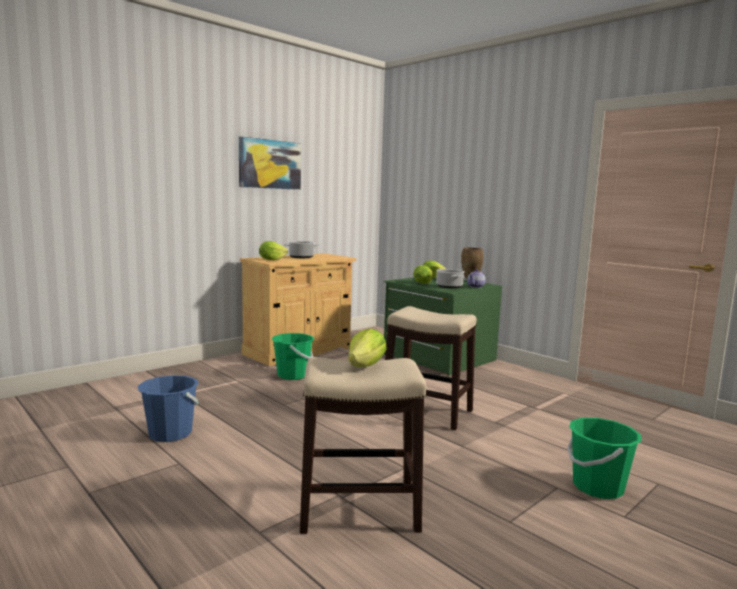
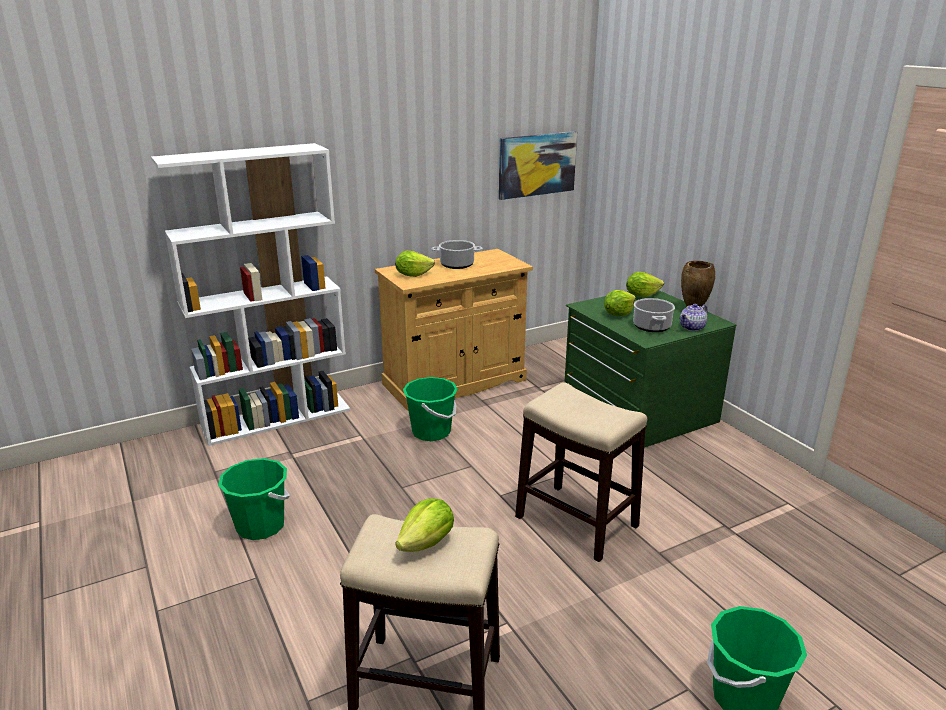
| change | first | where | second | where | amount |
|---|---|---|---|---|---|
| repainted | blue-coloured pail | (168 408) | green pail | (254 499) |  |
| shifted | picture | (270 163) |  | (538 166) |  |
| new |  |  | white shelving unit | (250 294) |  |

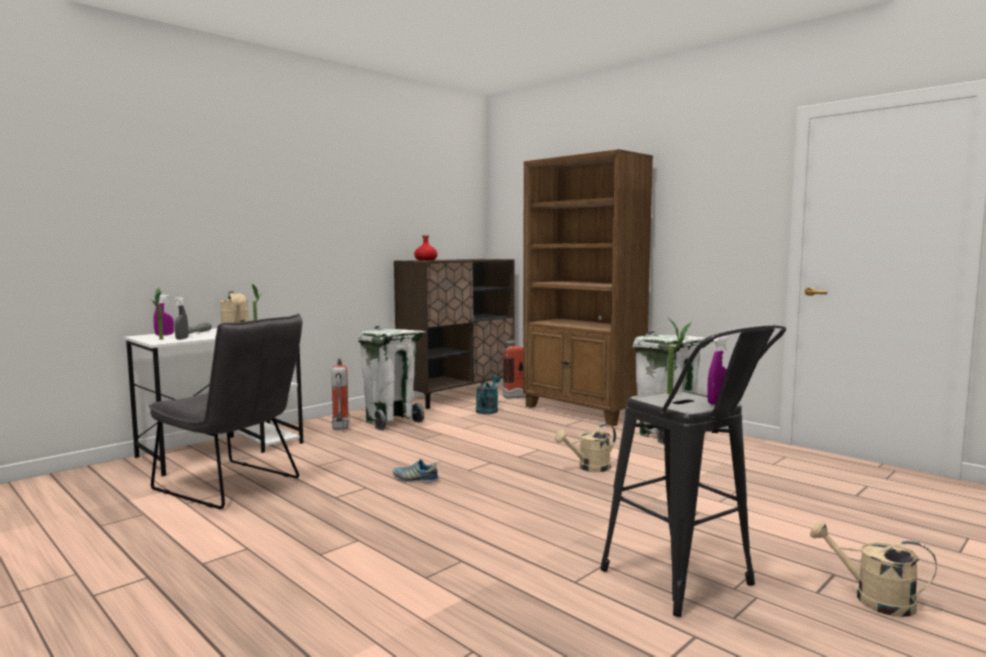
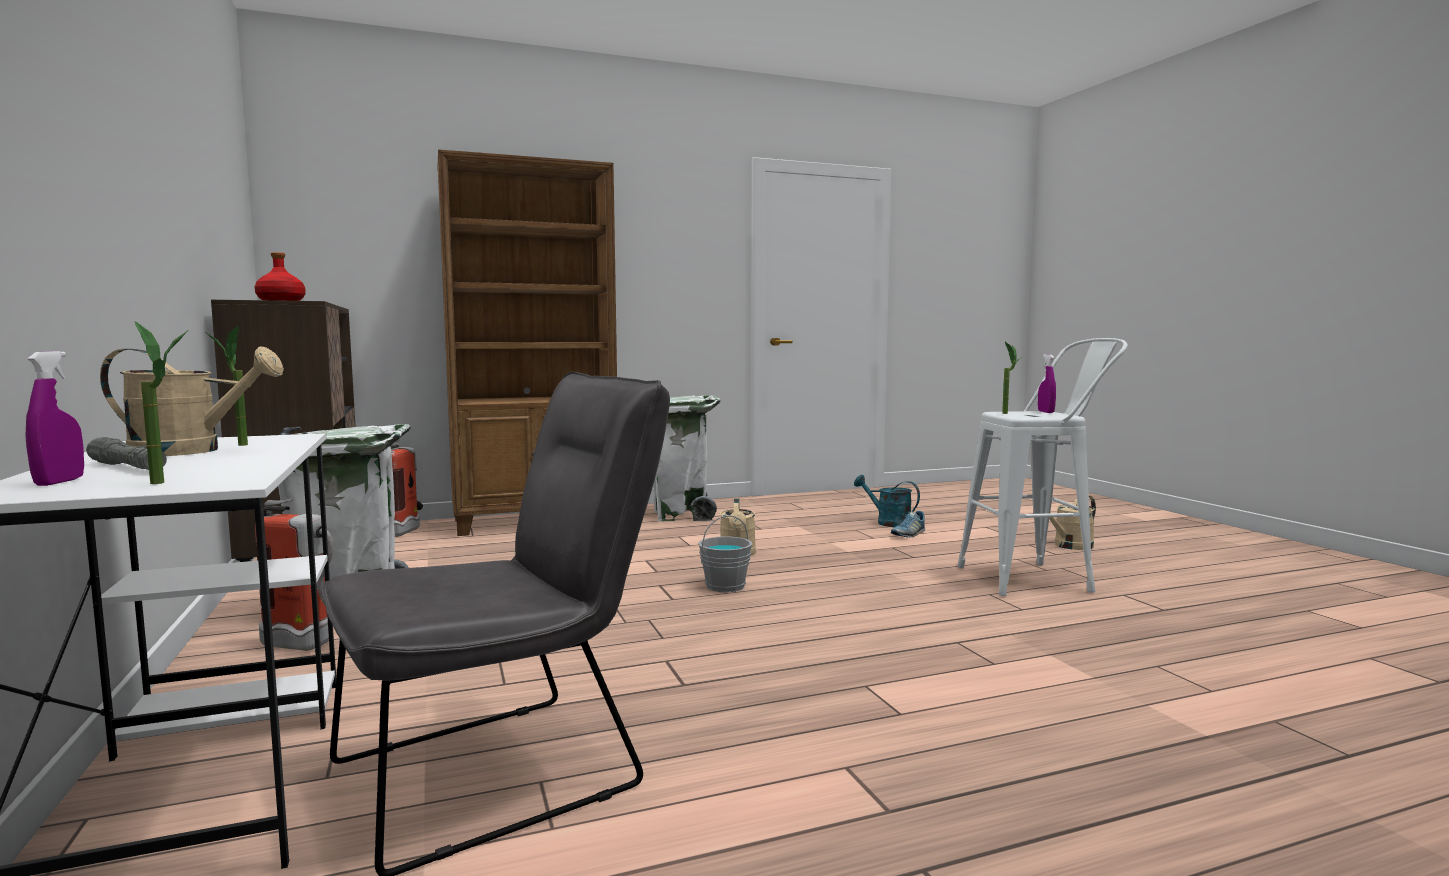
| change | first | where | second | where | amount |
|---|---|---|---|---|---|
| gone | greyish sprayer | (181 318) |  |  |  |
| shifted | item of footwear | (416 471) |  | (908 524) |  |
| shifted | turquoise watering can | (488 394) |  | (887 501) |  |
| repainted | blackish stool seat | (693 470) | white stool seat | (1042 467) |  |
| new |  |  | greyish pail | (725 553) |  |

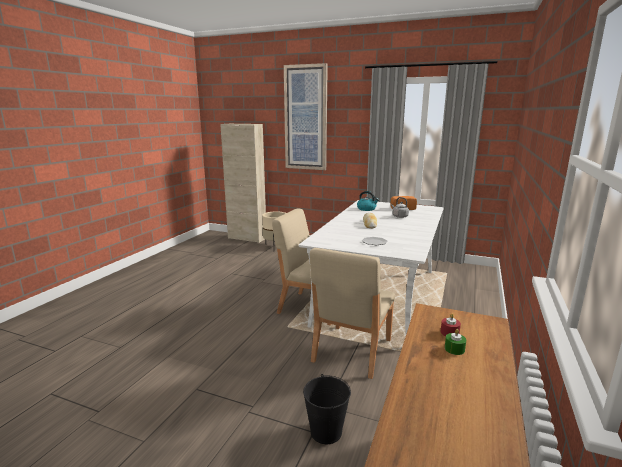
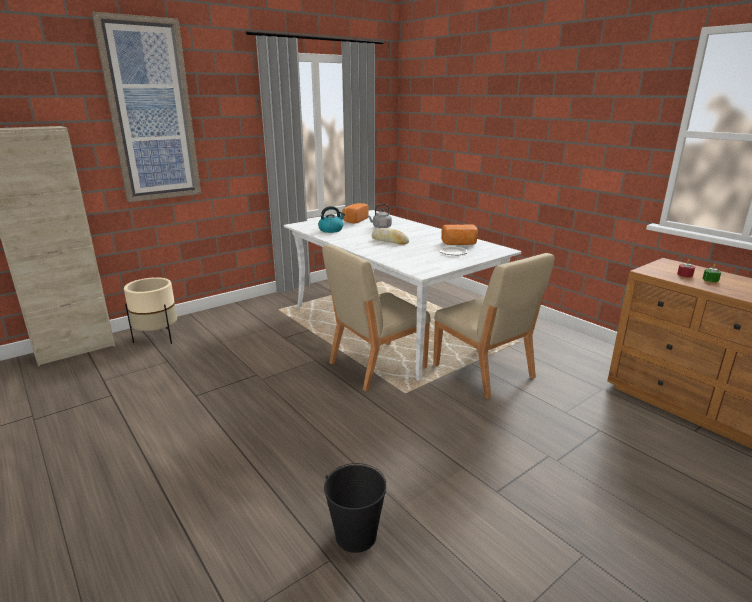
| change | first | where | second | where | amount |
|---|---|---|---|---|---|
| shifted | blackish pail | (327 409) |  | (355 508) |  |
| new |  |  | bread | (459 235) |  |

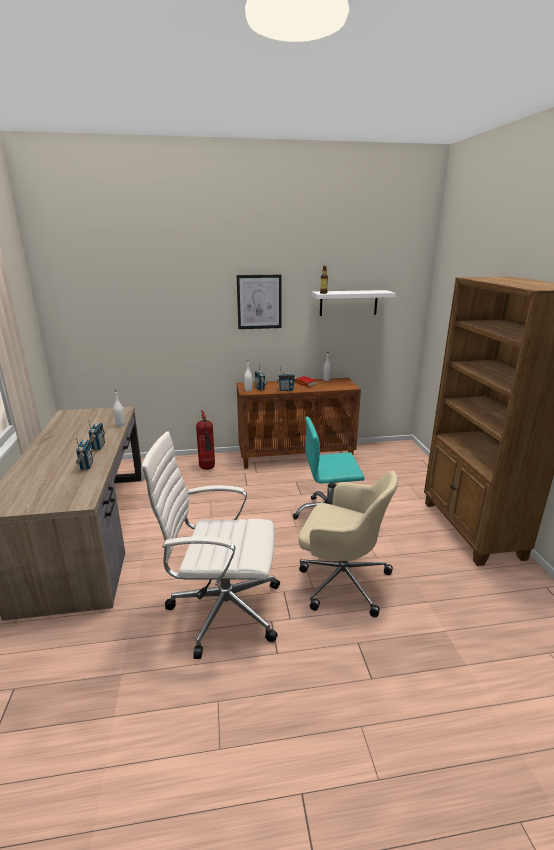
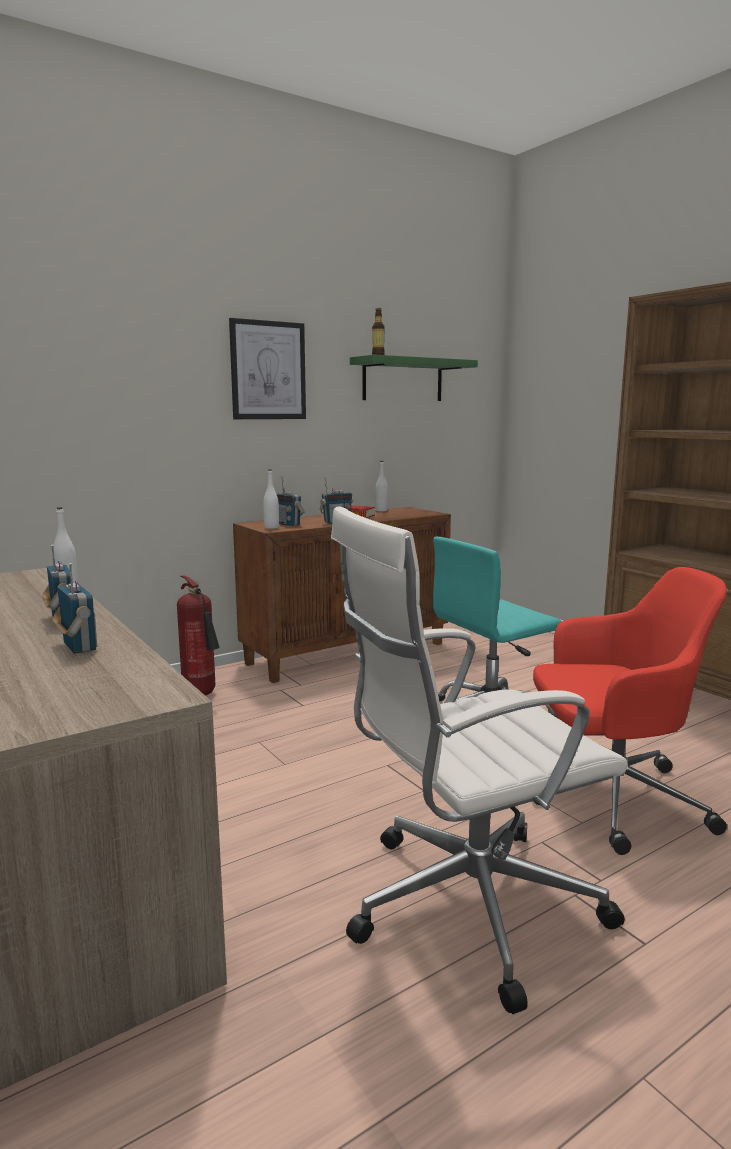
| change | first | where | second | where | amount |
|---|---|---|---|---|---|
| repainted | sand-coloured computer chair | (348 544) | reddish computer chair | (630 711) |  |
| repainted | white bracket shelf | (354 303) | green bracket shelf | (414 377) |  |

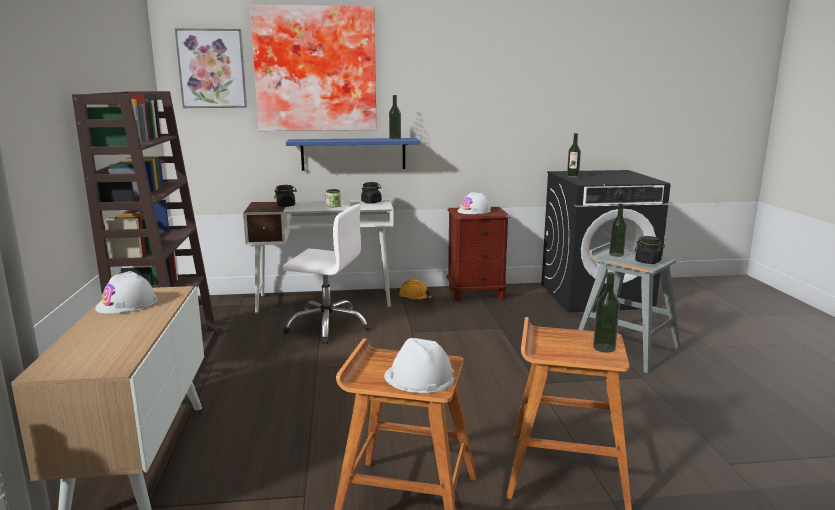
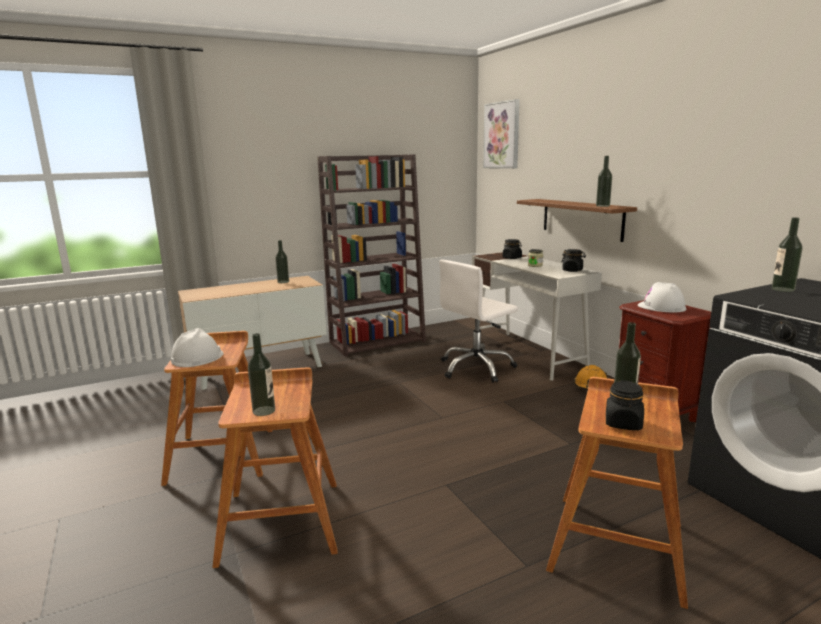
| change | first | where | second | where | amount |
|---|---|---|---|---|---|
| swapped | white work helmet | (126 292) | bottle | (282 261) |  |
| gone | picture | (313 68) |  |  |  |
| rotated | white computer chair | (326 274) |  | (478 321) | 60 degrees clockwise |
| repainted | blue-coloured bracket shelf | (353 154) | brownish bracket shelf | (577 220) |  |
| repainted | greyish stool seat | (629 307) | brownish stool seat | (617 493) |  |

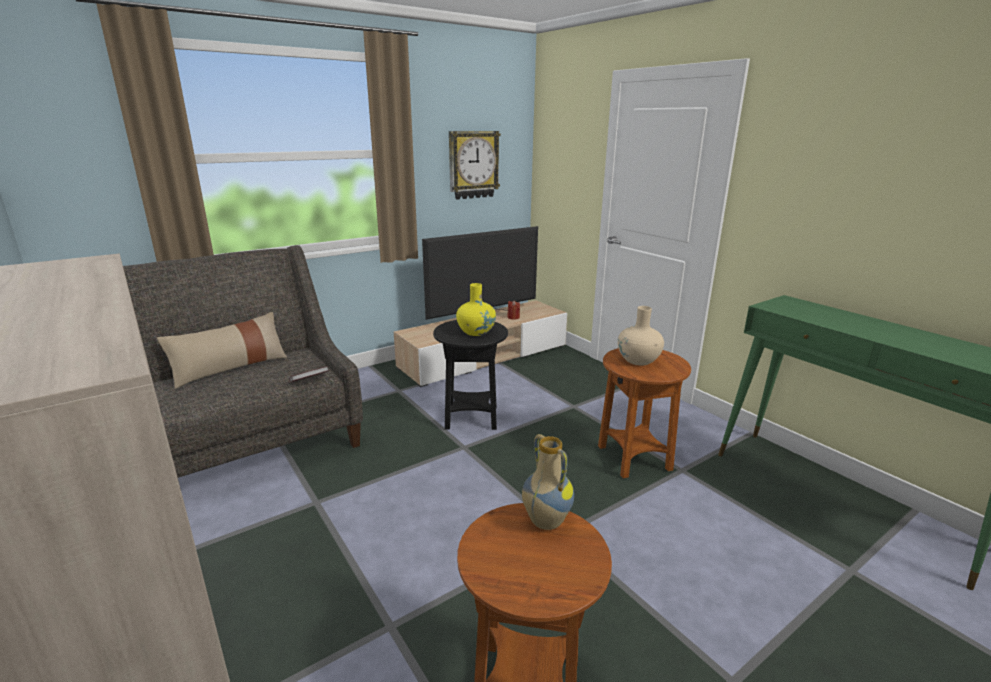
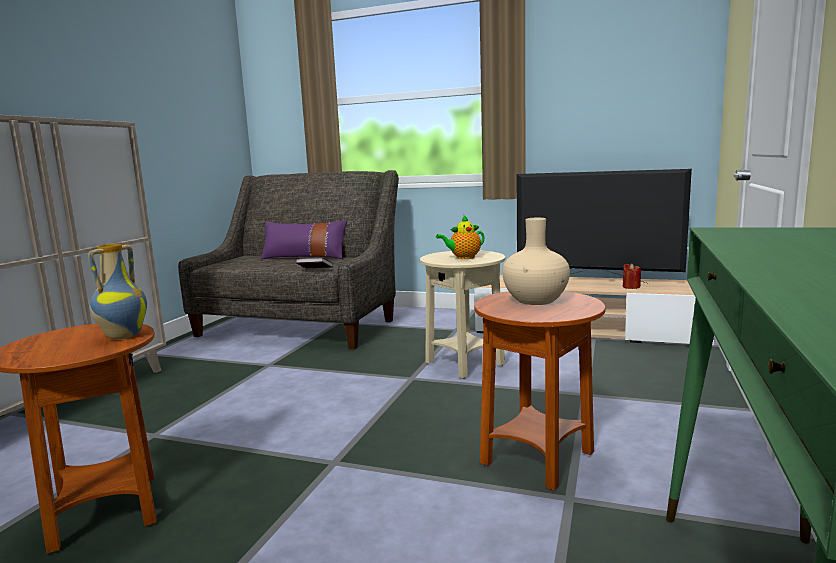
| change | first | where | second | where | amount |
|---|---|---|---|---|---|
| repainted | sand-coloured throw pillow | (222 350) | purplish throw pillow | (304 240) |  |
| repainted | blackish end table | (470 375) | sand-coloured end table | (462 315) |  |
| gone | clock on the wall | (475 165) |  |  |  |
| swapped | yellowish flower vase | (476 309) | pot for tea | (460 237) |  |

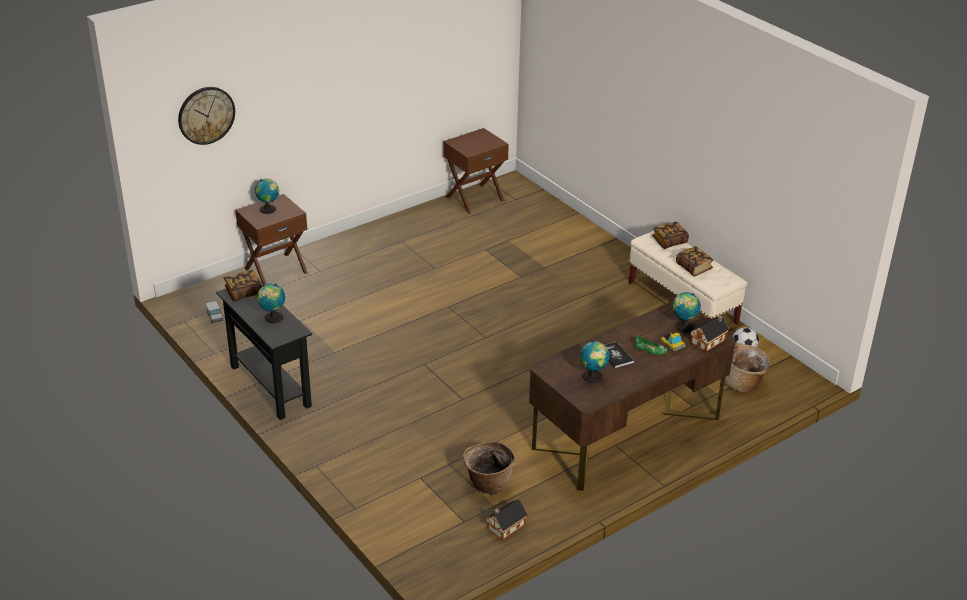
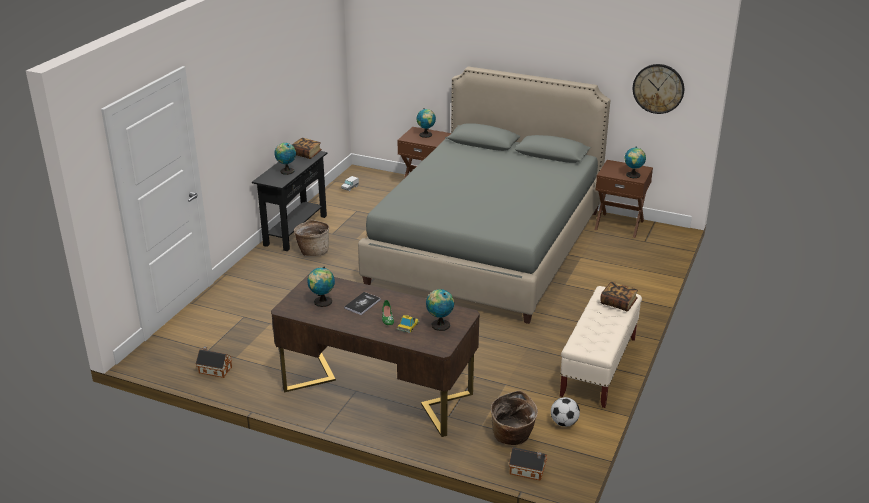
| change | first | where | second | where | amount |
|---|---|---|---|---|---|
| shifted | clock on the wall | (206 116) |  | (658 89) |  |
| shifted | storage basket | (489 468) |  | (311 237) |  |
| gone | volume | (694 261) |  |  |  |
| shifted | miniature house | (709 333) |  | (528 464) |  |
| new |  |  | greyish sleeping bed | (484 195) |  |
| new |  |  | world globe | (635 162) |  |

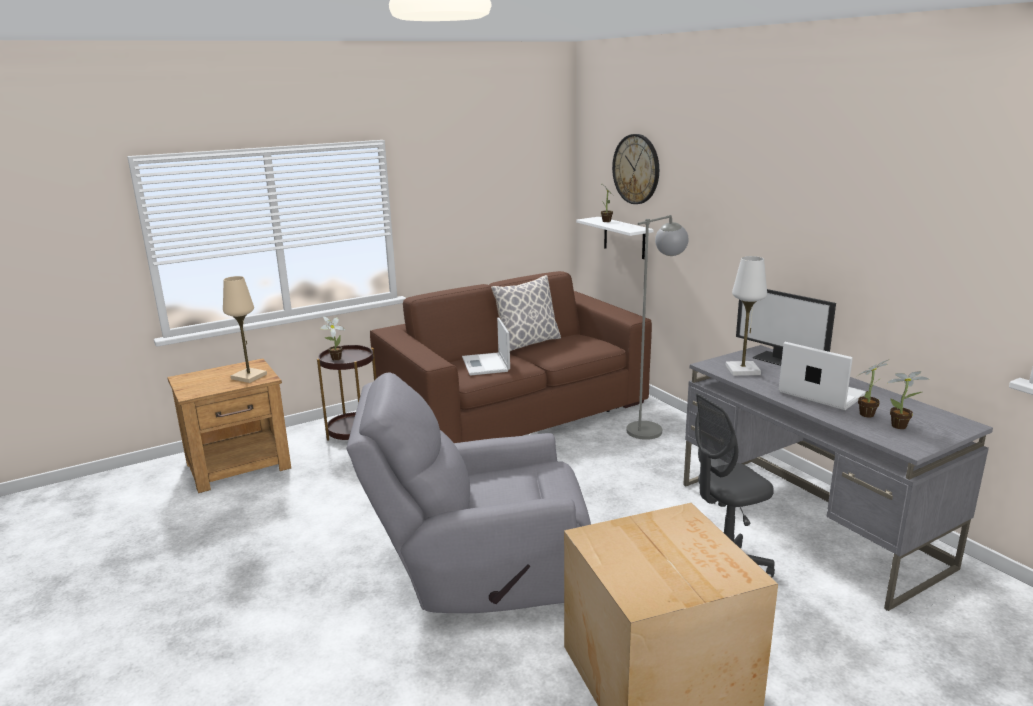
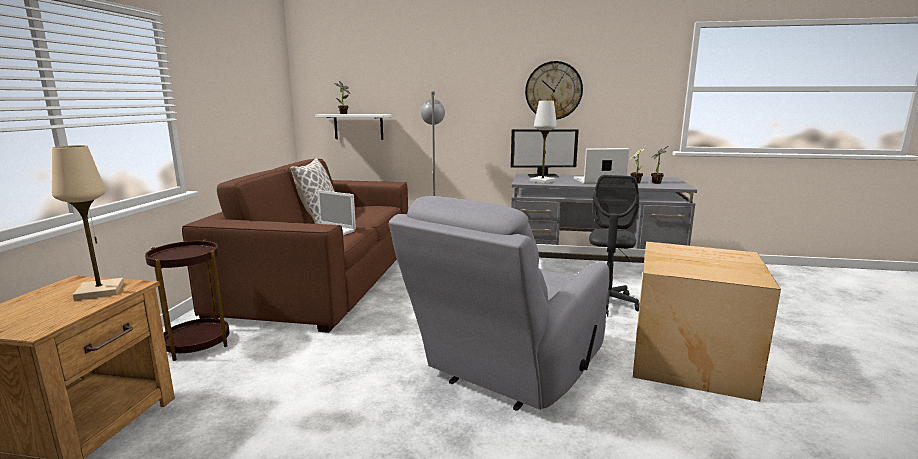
| change | first | where | second | where | amount |
|---|---|---|---|---|---|
| gone | potted plant | (332 339) |  |  |  |
| shifted | clock on the wall | (635 169) |  | (554 90) |  |

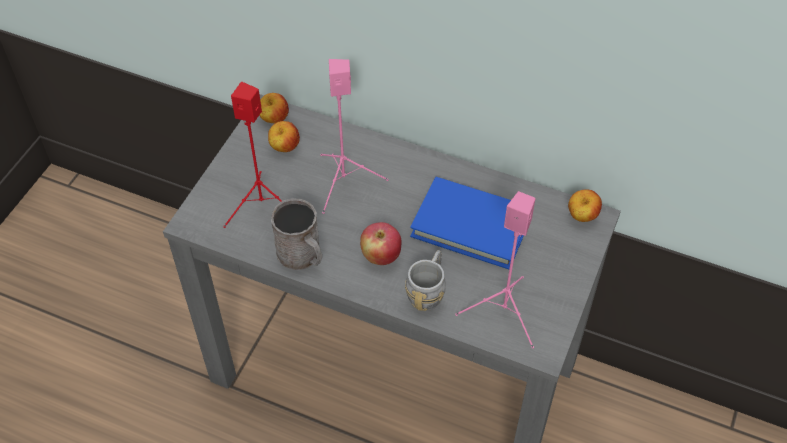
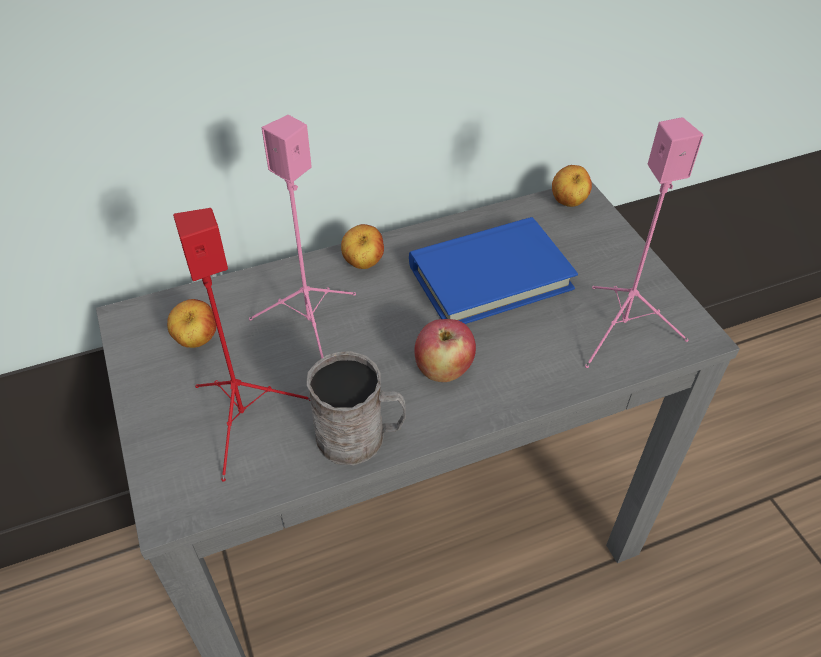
| change | first | where | second | where | amount |
|---|---|---|---|---|---|
| shifted | whole apple | (274 108) |  | (362 246) |  |
| gone | greyish mug | (425 280) |  |  |  |

